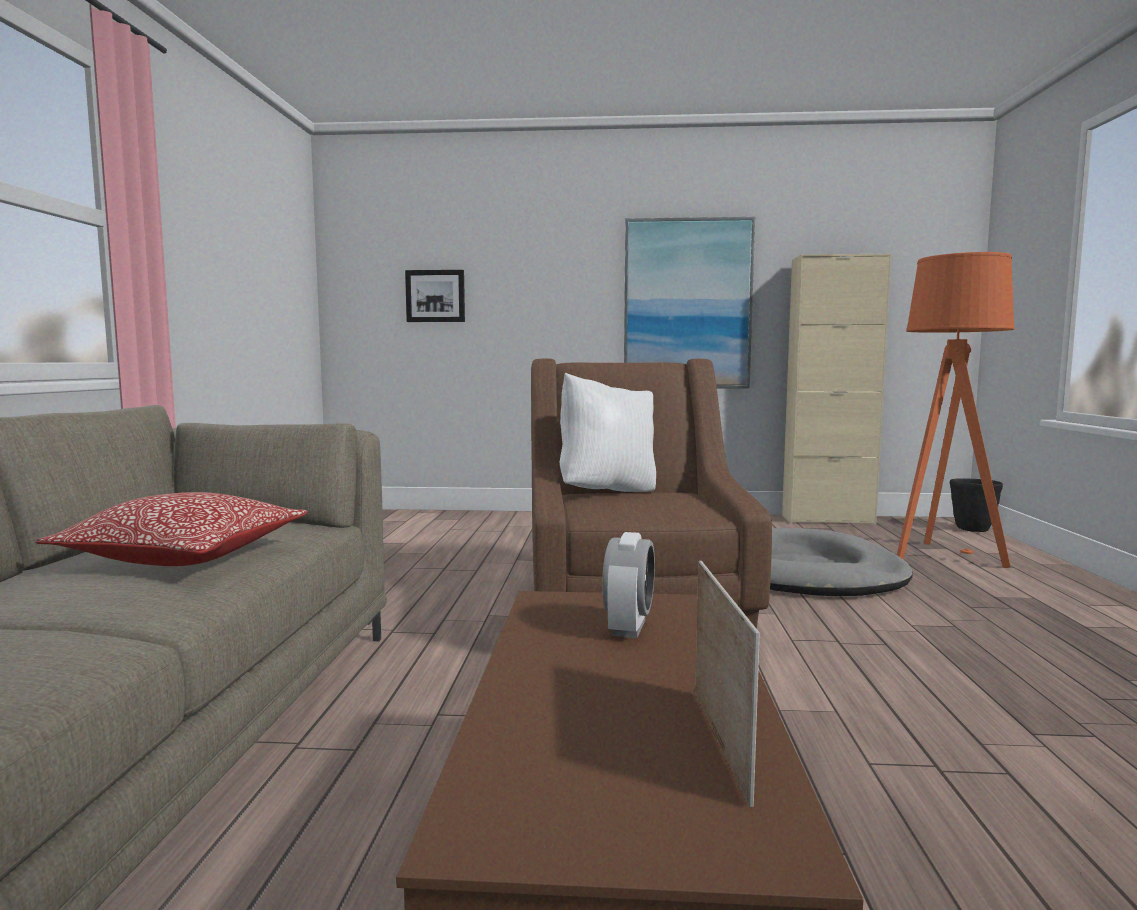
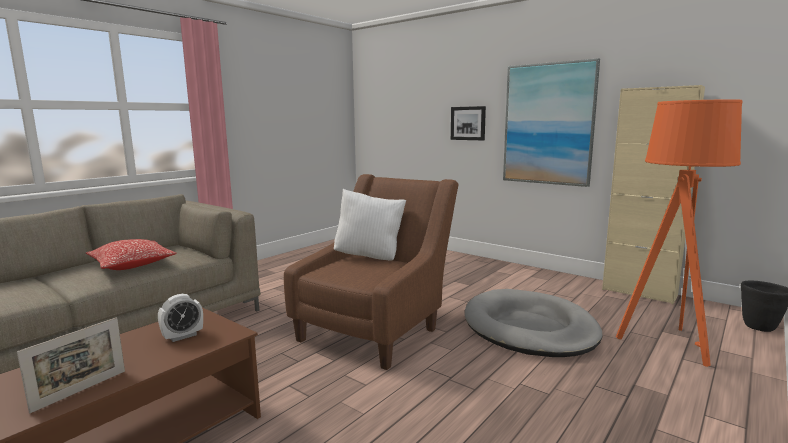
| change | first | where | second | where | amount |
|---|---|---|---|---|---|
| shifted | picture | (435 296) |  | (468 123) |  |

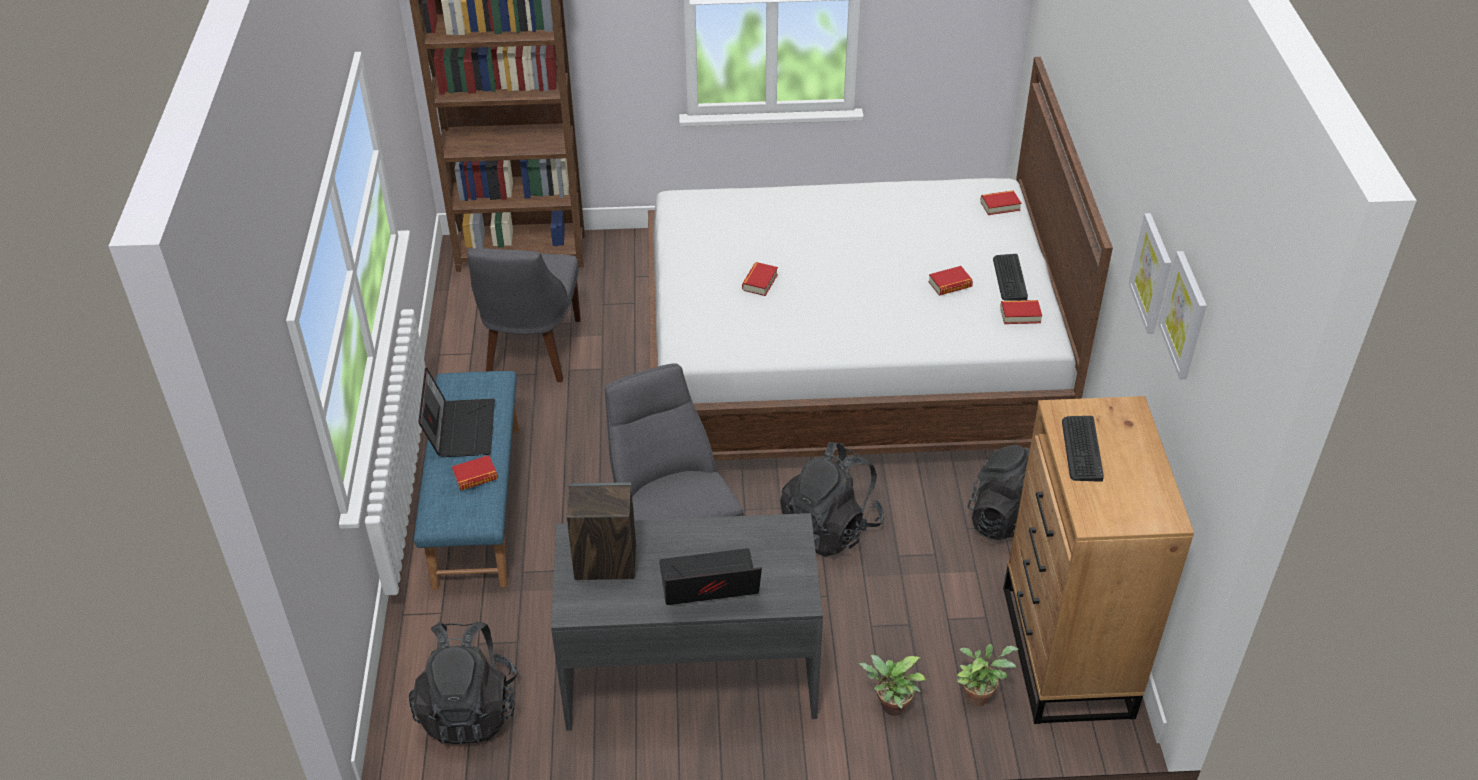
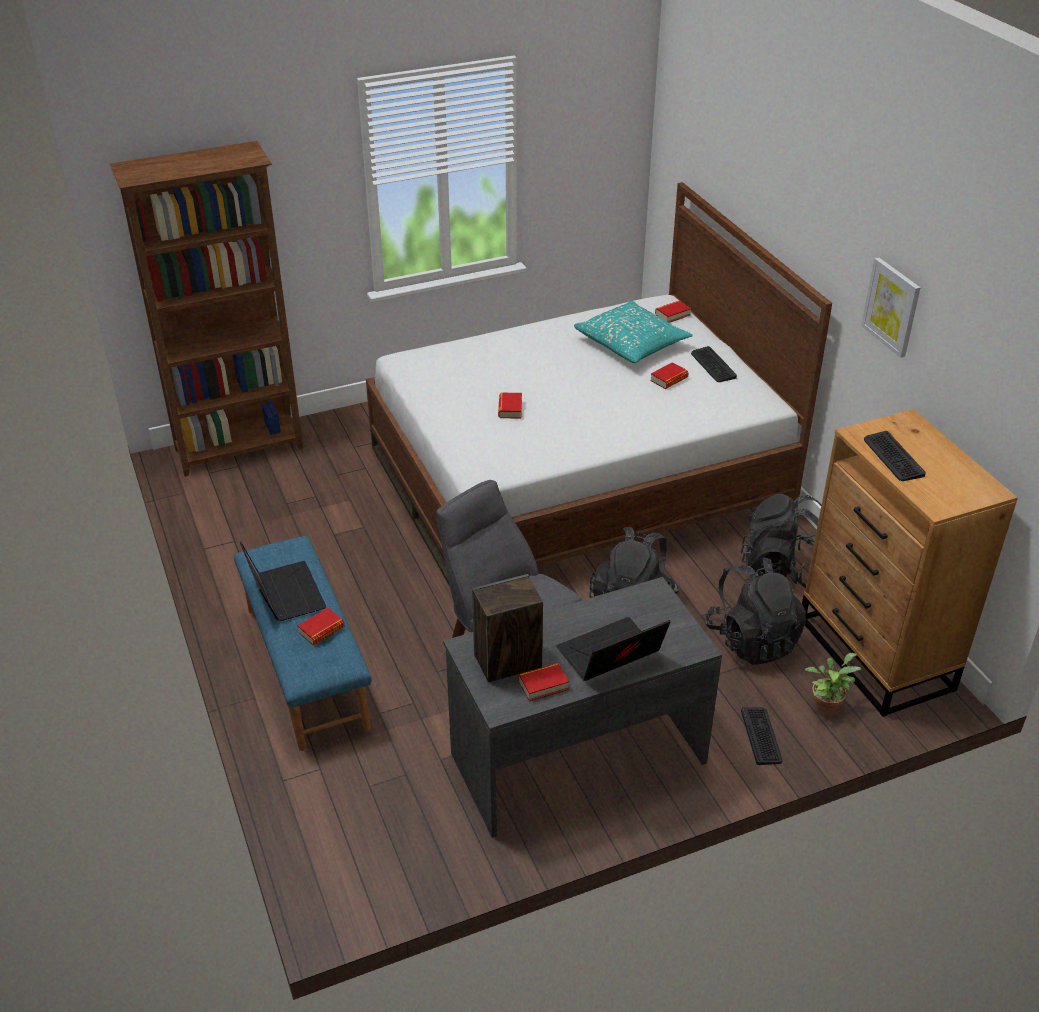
| change | first | where | second | where | amount |
|---|---|---|---|---|---|
| shifted | blackish rucksack | (463 683) |  | (755 611) |  |
| gone | greyish plain chair | (524 315) |  |  |  |
| swapped | potted plant | (892 685) | keyboard | (761 736) |  |
| shifted | volume | (1021 312) |  | (543 682) |  |
| gone | picture | (1182 315) |  |  |  |
| new |  |  | turquoise throw pillow | (633 331) |  |

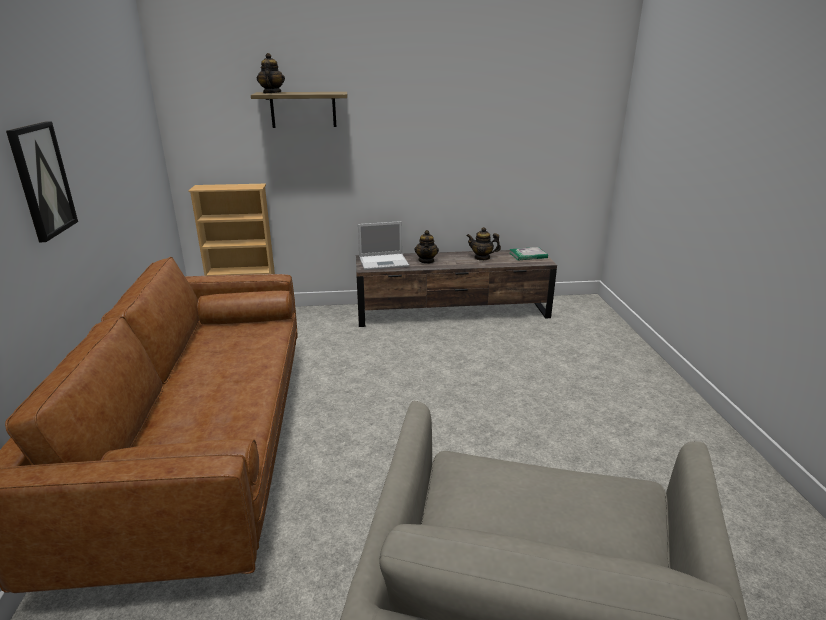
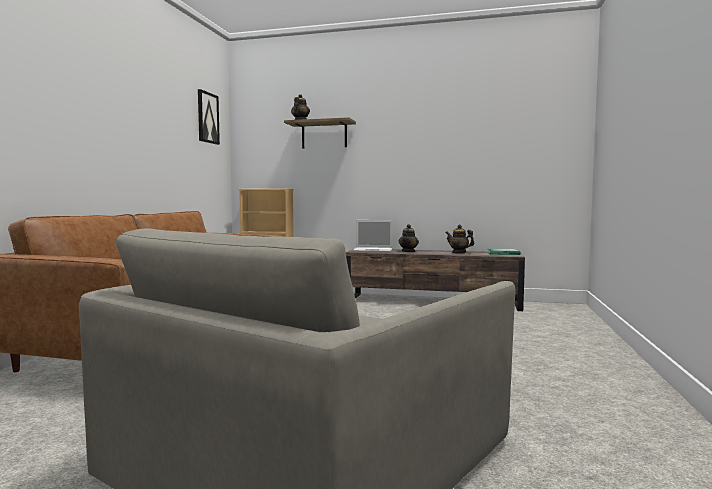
| change | first | where | second | where | amount |
|---|---|---|---|---|---|
| shifted | picture | (42 181) |  | (209 117) |  |

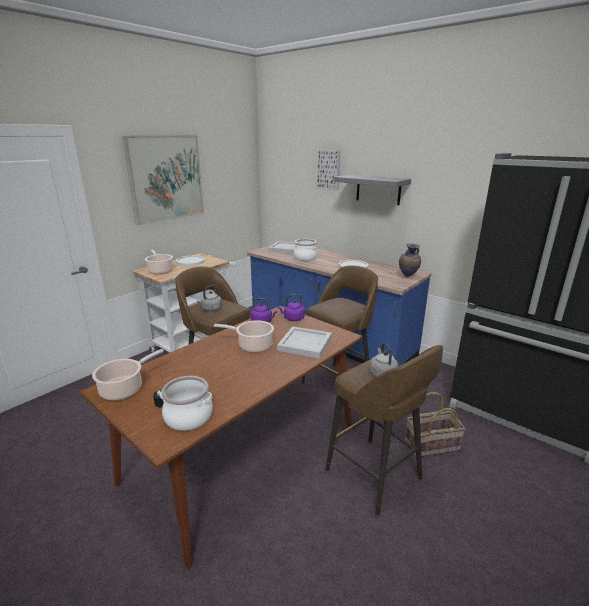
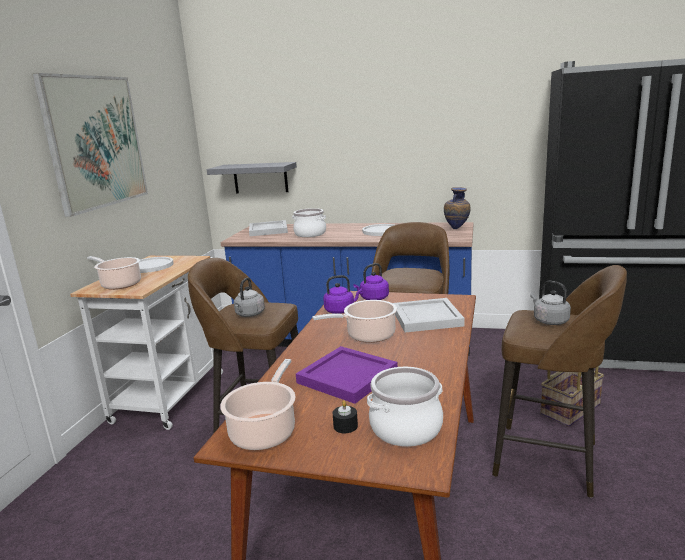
| change | first | where | second | where | amount |
|---|---|---|---|---|---|
| gone | picture | (328 170) |  |  |  |
| shifted | greyish bracket shelf | (372 190) |  | (252 178) |  |
| new |  |  | purplish tray | (347 375) |  |

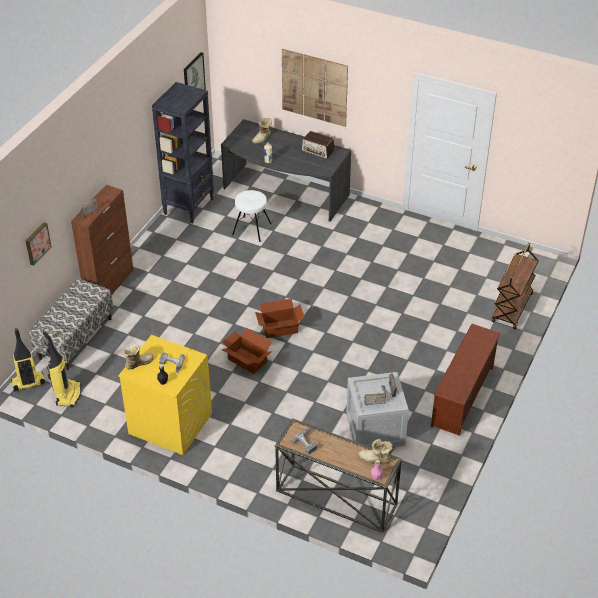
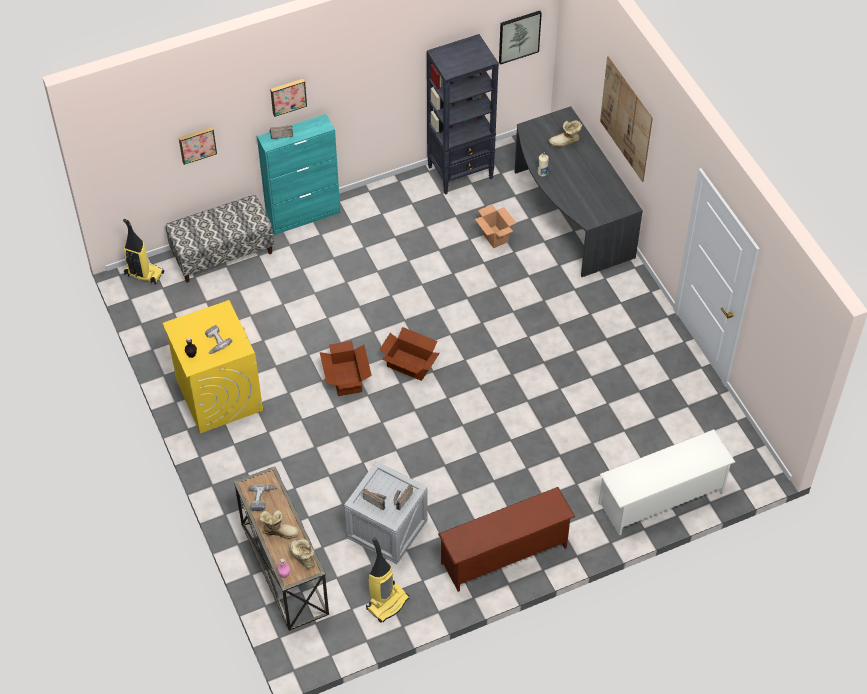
| change | first | where | second | where | amount |
|---|---|---|---|---|---|
| shifted | vacuum cleaner | (62 369) |  | (387 580) |  |
| repainted | brownish cupboard | (102 240) | turquoise cupboard | (298 174) |  |
| shifted | boot | (138 357) |  | (279 524) |  |
| swapped | white stool seat | (251 216) | packing box | (495 226) |  |
| gone | radio | (317 145) |  |  |  |
| swapped | brownish wheeled cart | (515 286) | white shoe shelf | (666 482) |  |
| new |  |  | picture | (288 98) |  |

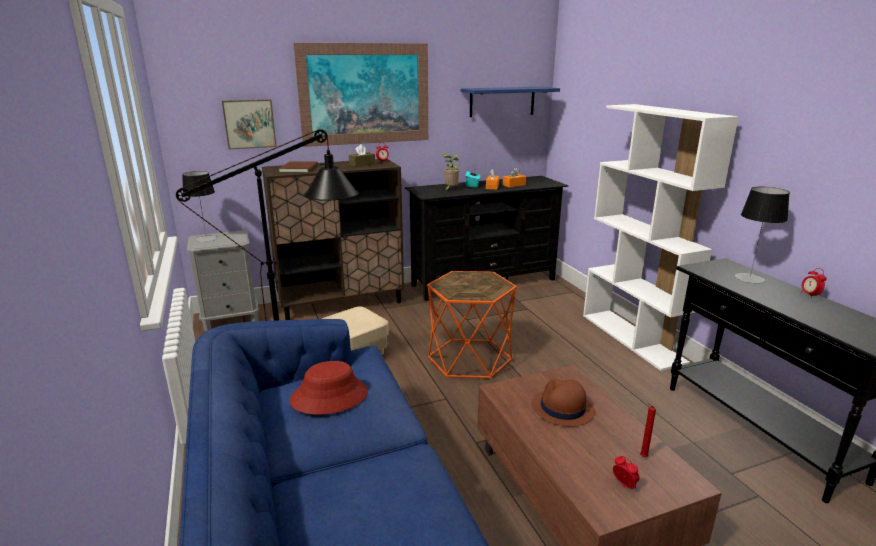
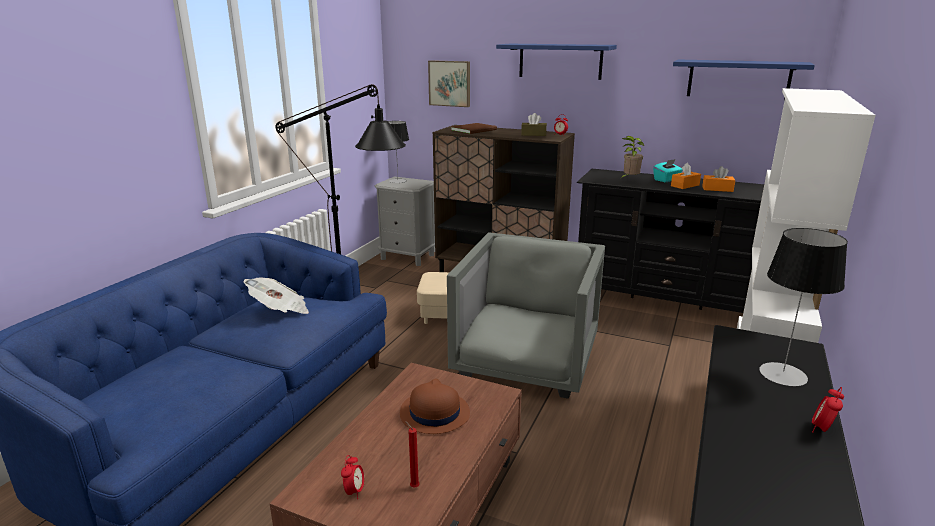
| change | first | where | second | where | amount |
|---|---|---|---|---|---|
| swapped | reddish clothing hat | (329 388) | printed paper | (276 296) |  |
| swapped | picture | (360 95) | blue-coloured bracket shelf | (556 62) |  |
| swapped | orange-coloured end table | (472 325) | greyish armchair | (526 315) |  |

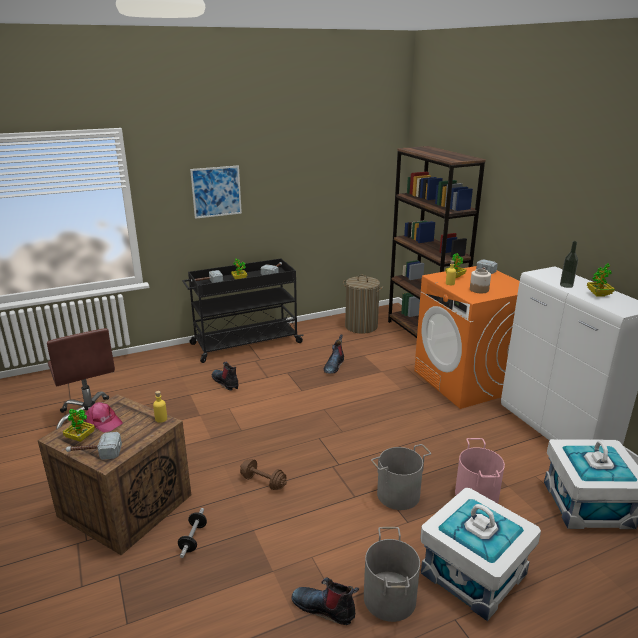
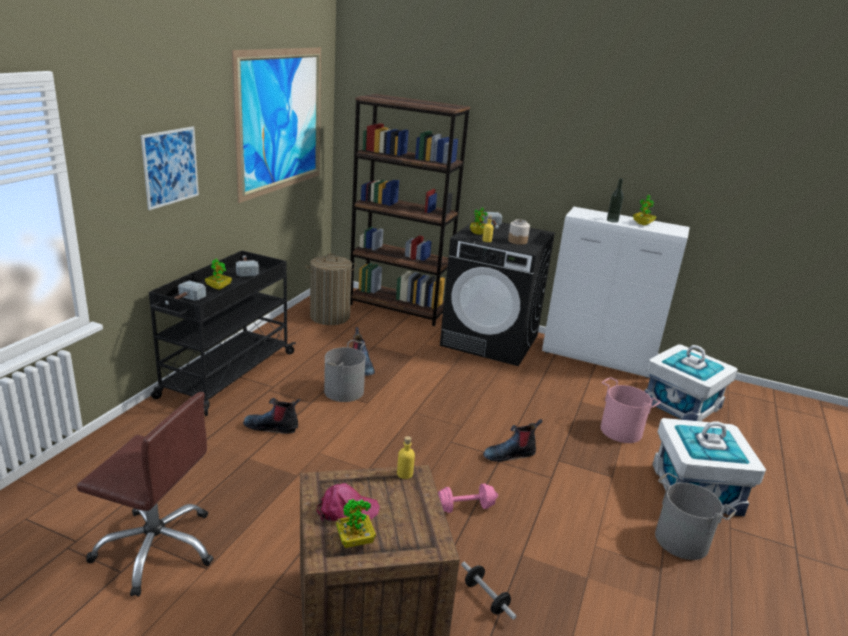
| change | first | where | second | where | amount |
|---|---|---|---|---|---|
| gone | hand hammer | (94 446) |  |  |  |
| repainted | brownish free weight | (263 474) | pinkish free weight | (468 498) |  |
| shifted | boot | (325 601) |  | (513 440) |  |
| shifted | greyish pail | (401 477) |  | (345 371) |  |
| repainted | orange-coloured washing machine | (467 337) | blackish washing machine | (497 292) |  |
| new |  |  | picture | (276 125) |  |

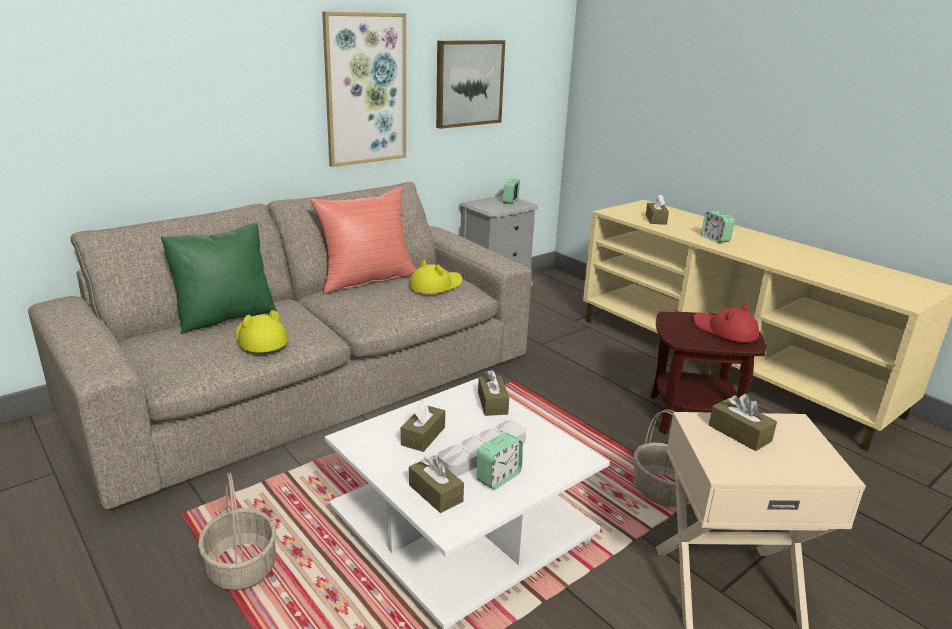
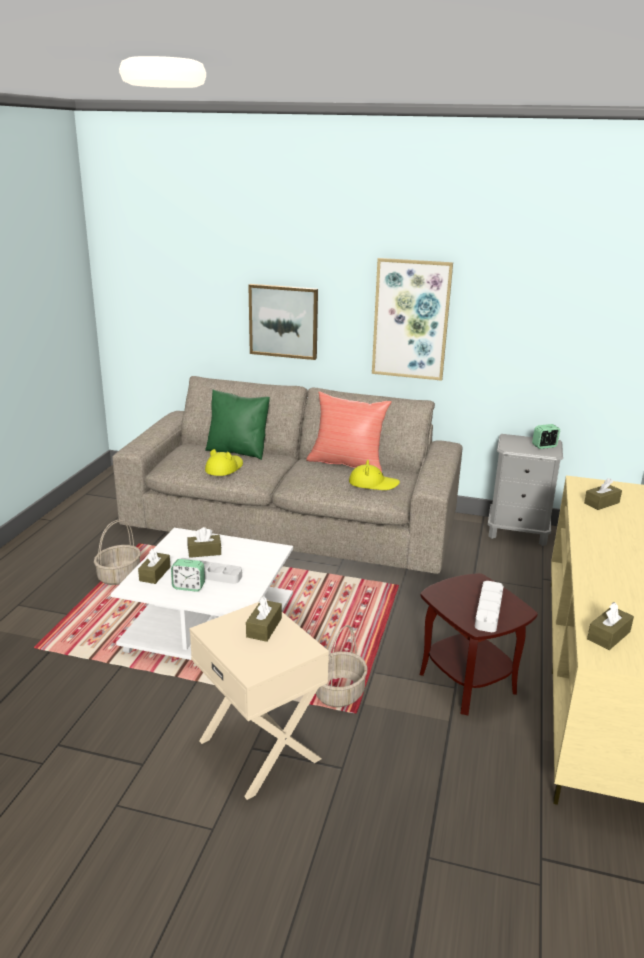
| change | first | where | second | where | amount |
|---|---|---|---|---|---|
| shifted | picture | (470 84) |  | (283 322) |  |
| shifted | brownish box of tissues | (493 393) |  | (610 626) |  |
| swapped | reddish clothing hat | (726 322) | greyish tray | (489 606) |  |
| gone | table clock | (718 227) |  |  |  |

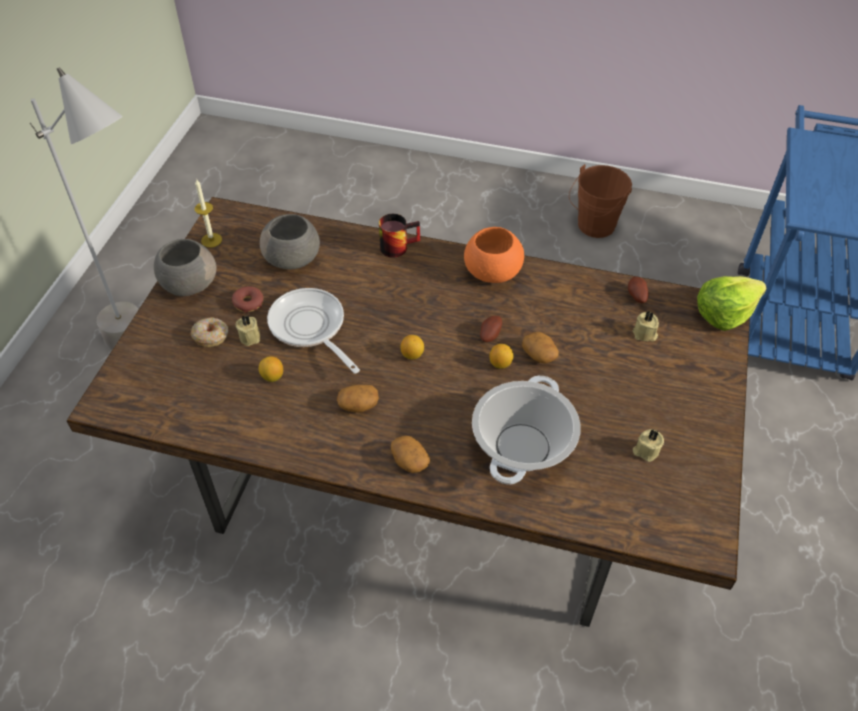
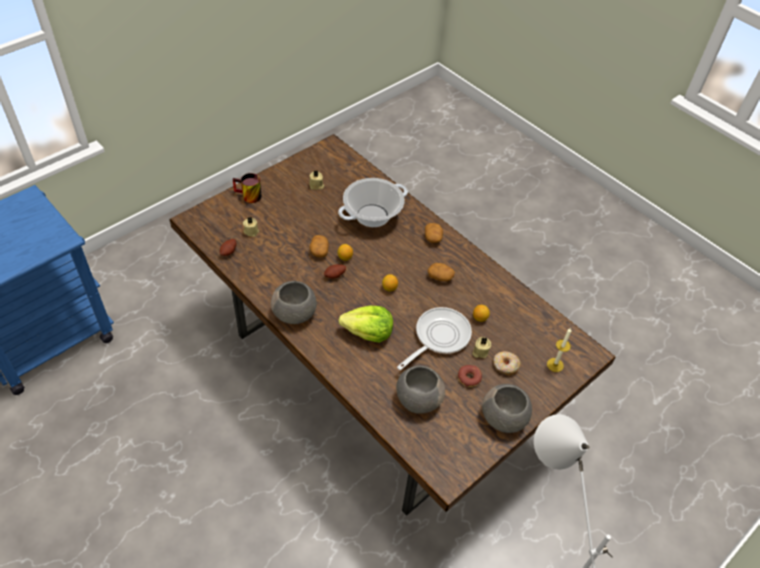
| change | first | where | second | where | amount |
|---|---|---|---|---|---|
| shifted | candle | (208 214) |  | (559 350) |  |
| rotated | frying pan | (313 331) |  | (434 338) | 135 degrees counterclockwise |
| shifted | mug | (399 236) |  | (247 188) |  |
| repainted | orange-coloured serving bowl | (494 255) | greyish serving bowl | (294 302) |  |
| gone | brownish pail | (600 201) |  |  |  |
| shifted | head of lettuce | (732 303) |  | (366 324) |  |

